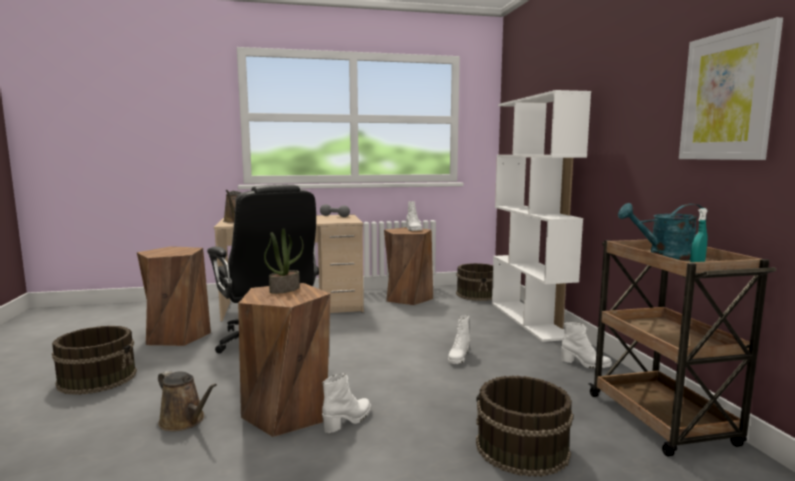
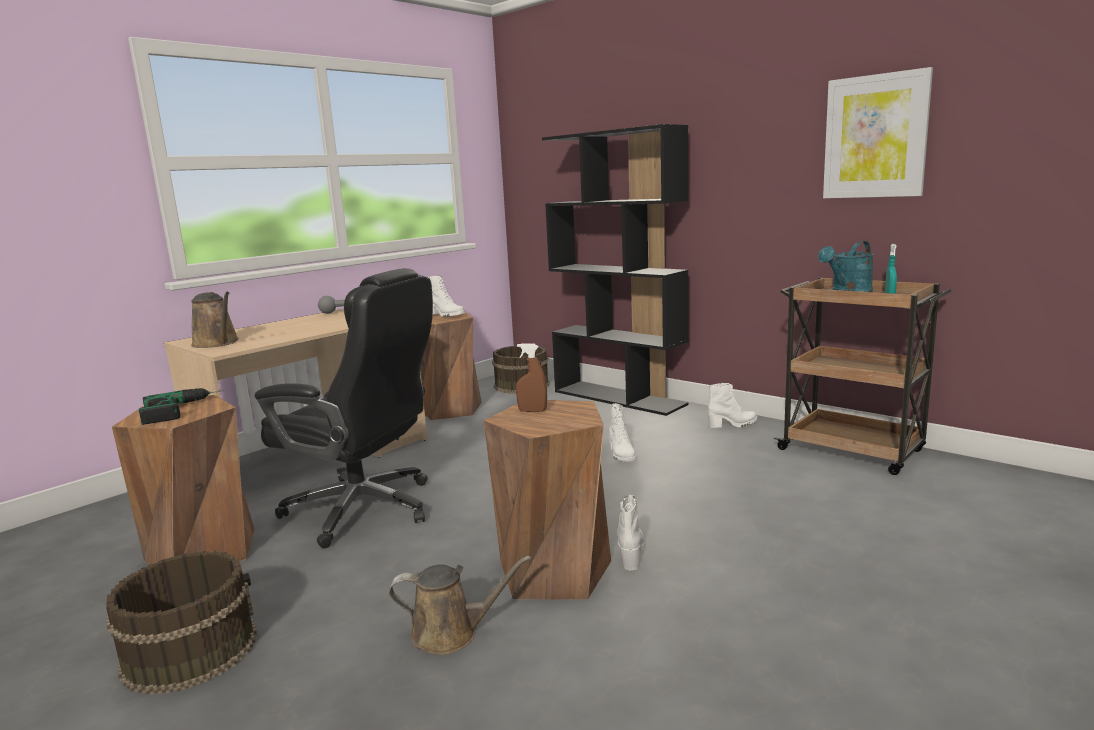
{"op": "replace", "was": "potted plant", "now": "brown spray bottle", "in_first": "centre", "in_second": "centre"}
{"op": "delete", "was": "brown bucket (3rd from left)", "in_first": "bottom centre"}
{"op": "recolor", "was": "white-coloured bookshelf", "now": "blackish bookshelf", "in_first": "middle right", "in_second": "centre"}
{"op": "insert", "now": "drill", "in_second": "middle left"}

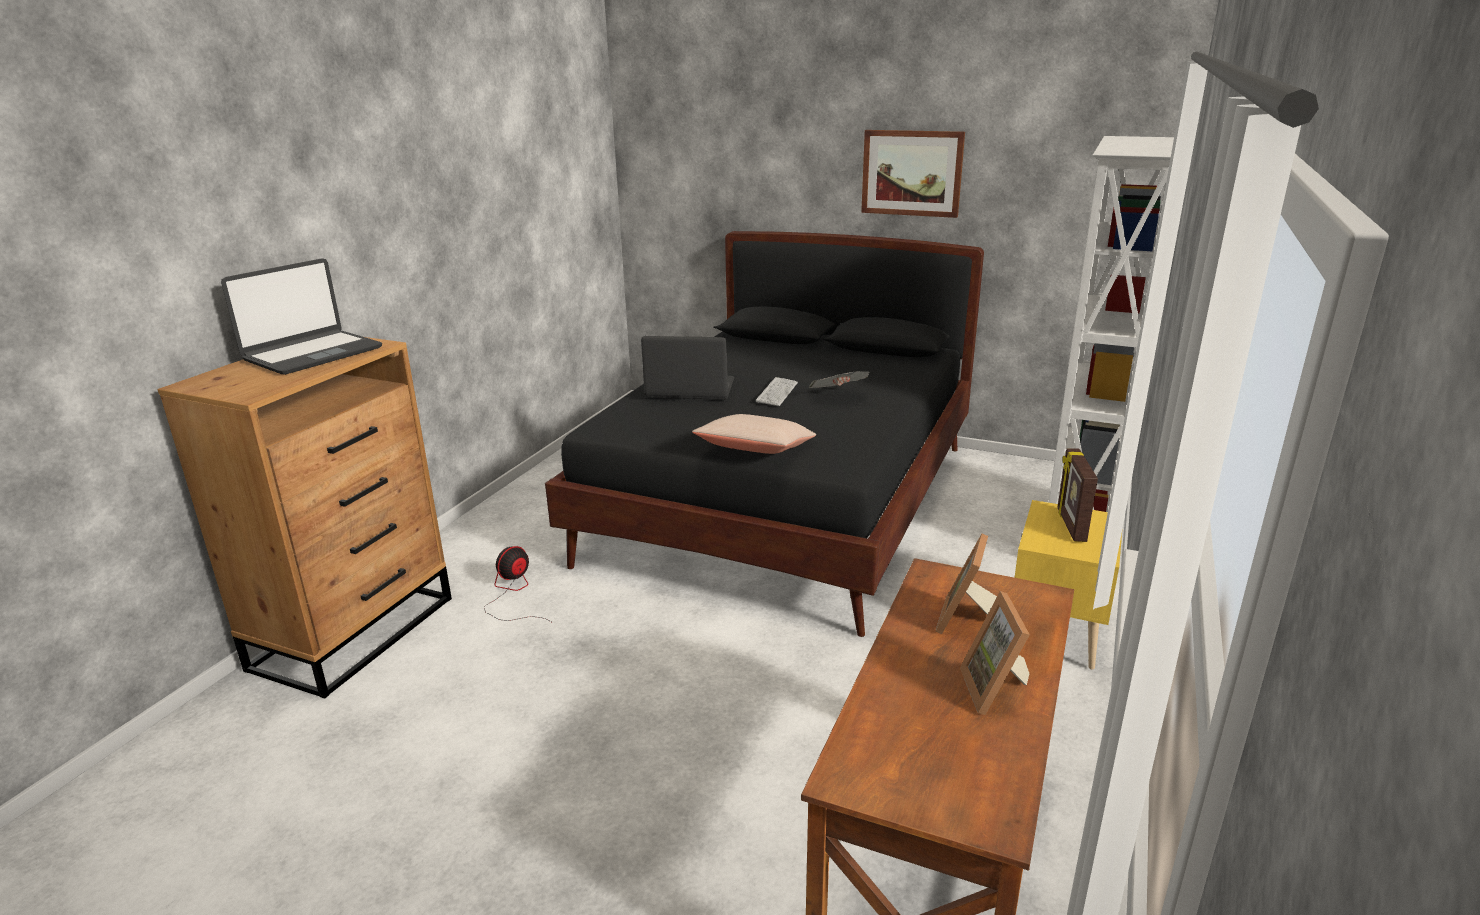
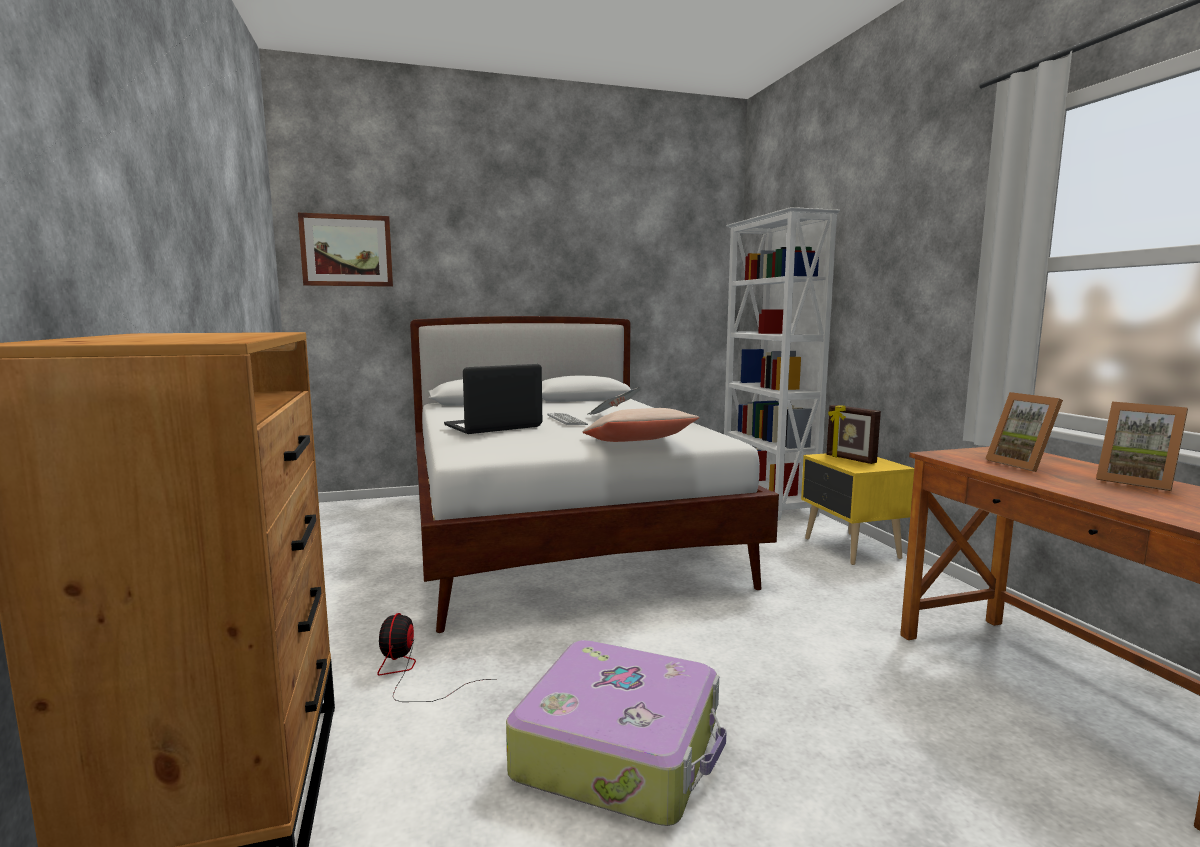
{"op": "delete", "was": "laptop (1st from left)", "in_first": "middle left"}
{"op": "recolor", "was": "blackish sleeping bed", "now": "white-coloured sleeping bed", "in_first": "centre", "in_second": "centre"}
{"op": "move", "was": "wall picture", "in_first": "top centre", "in_second": "top left"}
{"op": "insert", "now": "travel case", "in_second": "bottom centre"}

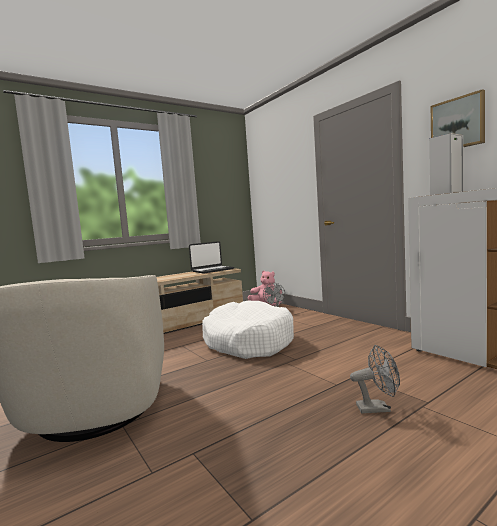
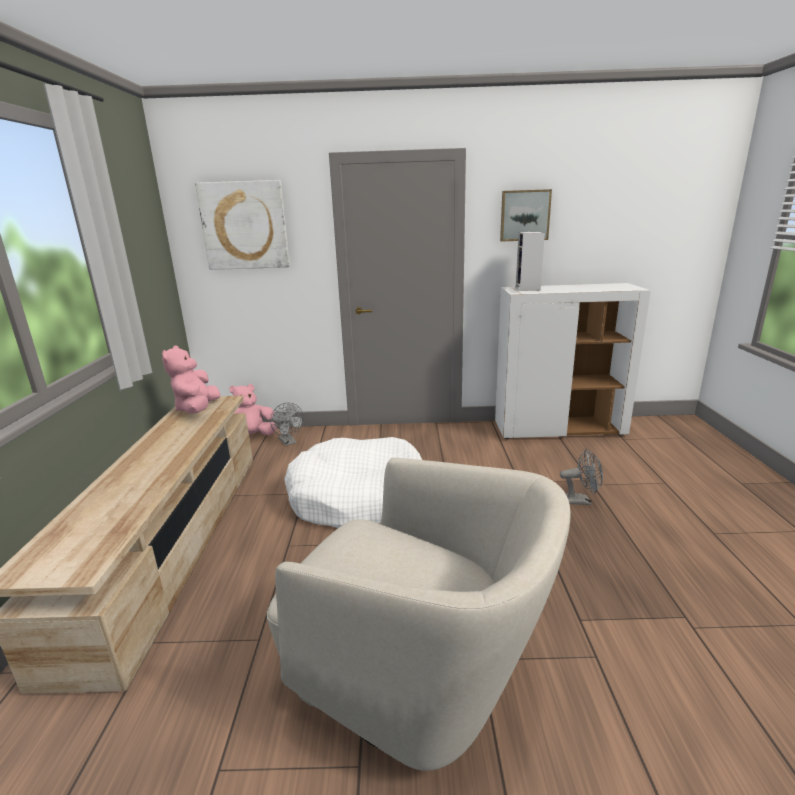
{"op": "replace", "was": "laptop", "now": "pinkish cuddly toy (1st from left)", "in_first": "centre", "in_second": "middle left"}
{"op": "rotate", "was": "greyish cooling fan (2nd from left)", "in_first": "bottom right", "in_second": "middle right", "clockwise": 60}
{"op": "insert", "now": "wall picture (1st from left)", "in_second": "top left"}

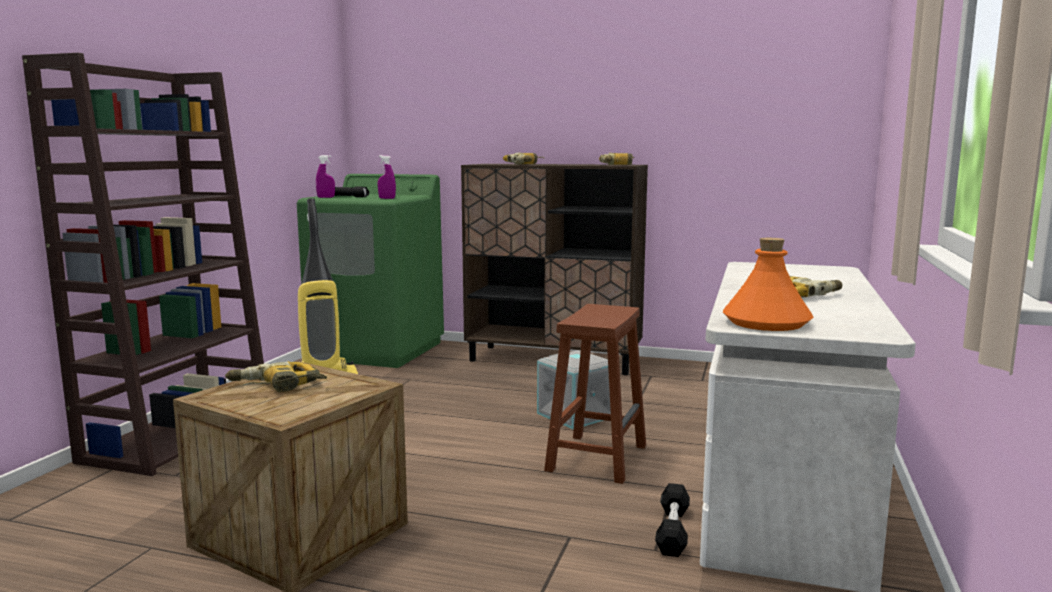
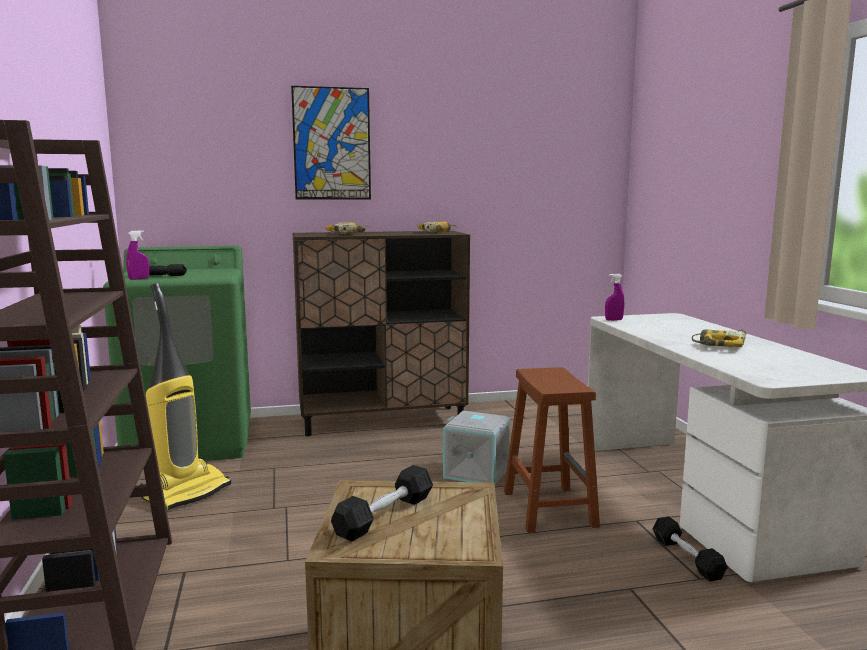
{"op": "replace", "was": "drill (1st from left)", "now": "blackish dumbbell (1st from left)", "in_first": "middle left", "in_second": "bottom centre"}
{"op": "move", "was": "purple-coloured spray bottle (2nd from left)", "in_first": "top centre", "in_second": "middle right"}
{"op": "delete", "was": "orangey bottle", "in_first": "middle right"}
{"op": "insert", "now": "wall picture", "in_second": "top centre"}

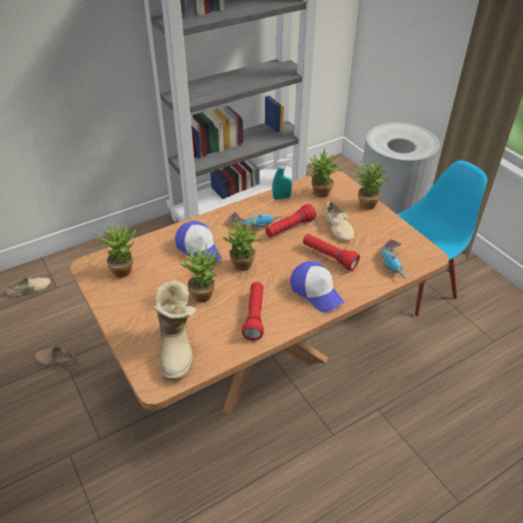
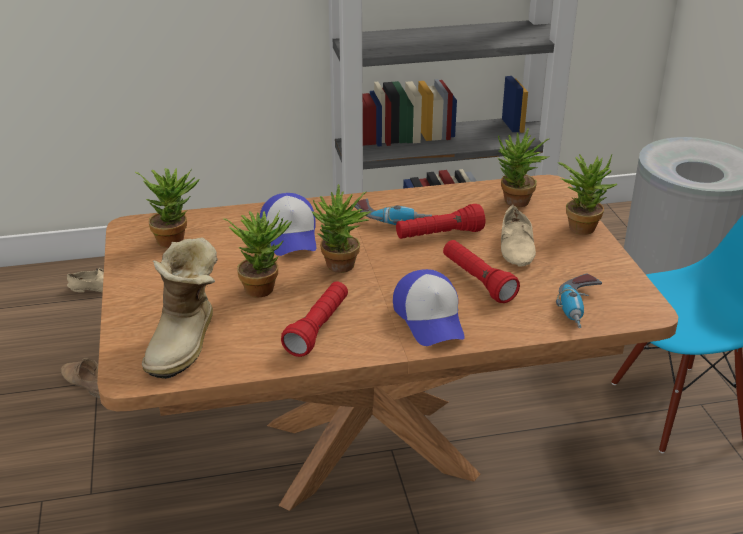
{"op": "delete", "was": "blue-green spray bottle", "in_first": "centre"}

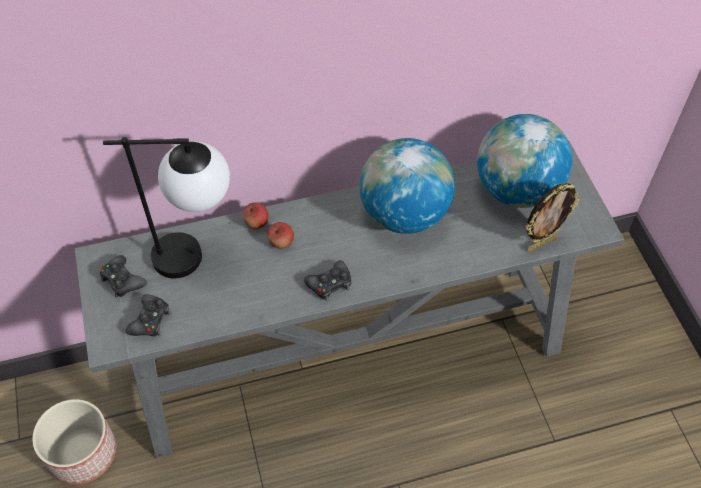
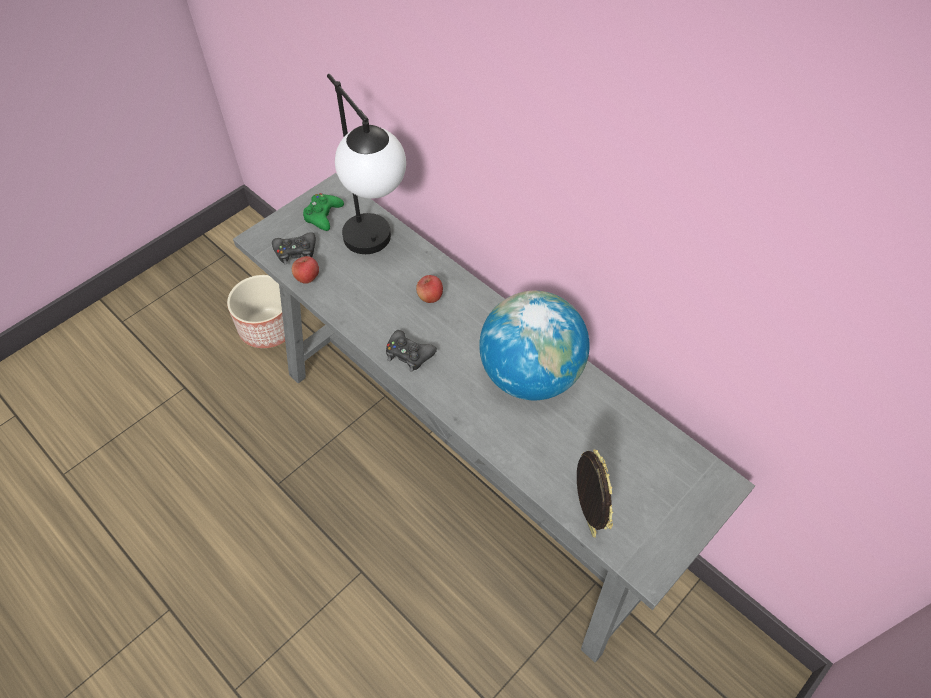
{"op": "recolor", "was": "blackish game controller (1st from left)", "now": "green game controller", "in_first": "middle left", "in_second": "top centre"}
{"op": "move", "was": "whole apple (1st from left)", "in_first": "centre", "in_second": "middle left"}
{"op": "delete", "was": "globe (2nd from left)", "in_first": "top right"}
{"op": "rotate", "was": "standing frame", "in_first": "middle right", "in_second": "bottom centre", "clockwise": -135}

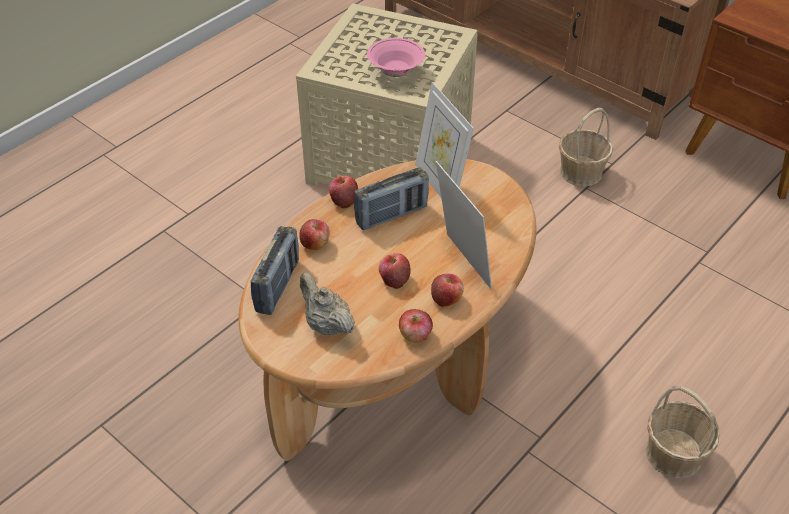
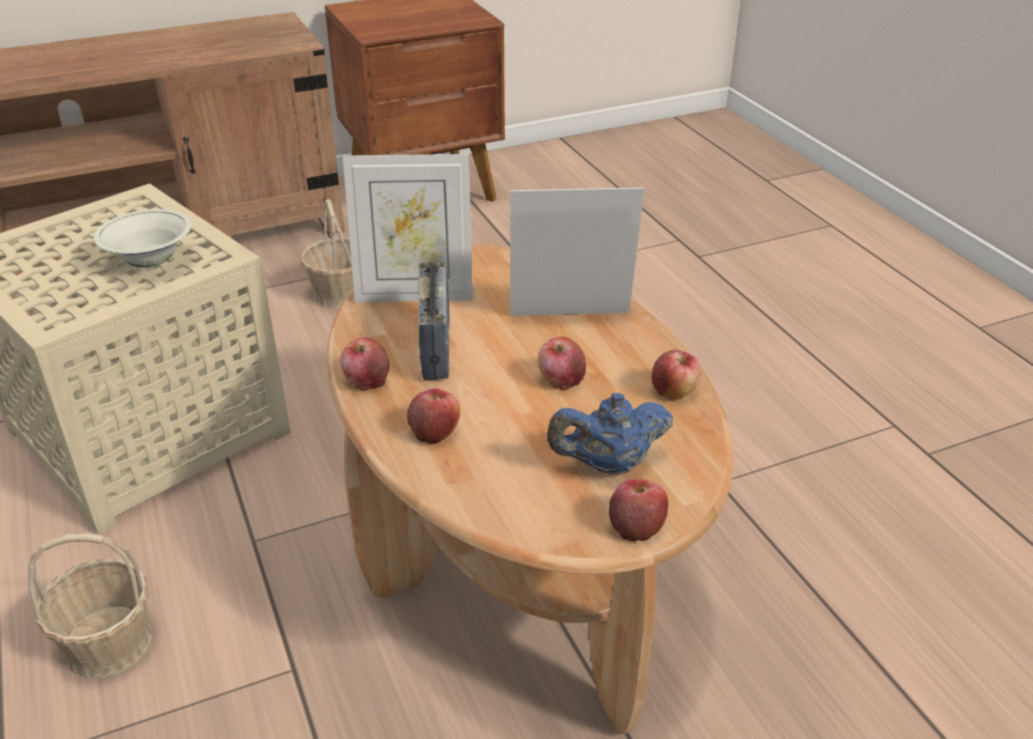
{"op": "delete", "was": "radio (1st from left)", "in_first": "centre"}
{"op": "recolor", "was": "beige-coloured pot for tea", "now": "blue-coloured pot for tea", "in_first": "centre", "in_second": "centre"}
{"op": "recolor", "was": "pinkish deep dish", "now": "white-coloured deep dish", "in_first": "top centre", "in_second": "top left"}
{"op": "move", "was": "whole apple (5th from left in the first image)", "now": "whole apple (4th from left)", "in_first": "centre", "in_second": "bottom centre"}
{"op": "move", "was": "basket (2nd from left in the first image)", "now": "basket (1st from left)", "in_first": "bottom right", "in_second": "bottom left"}

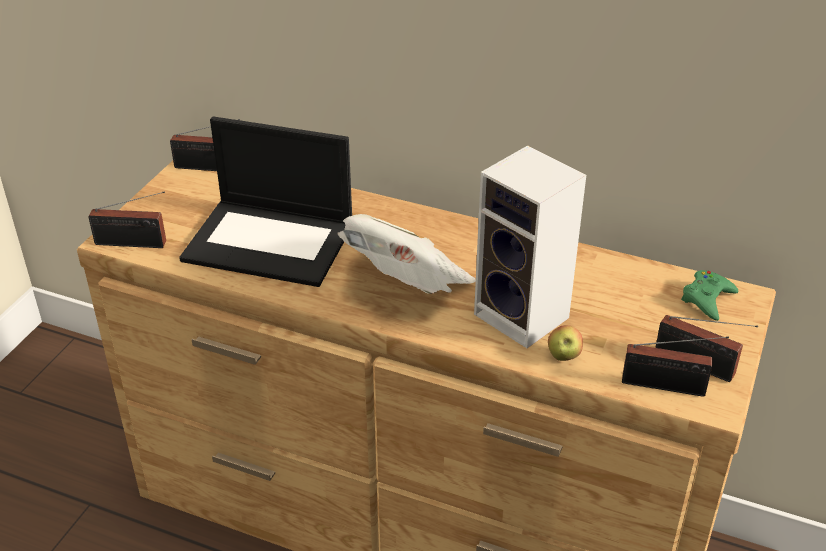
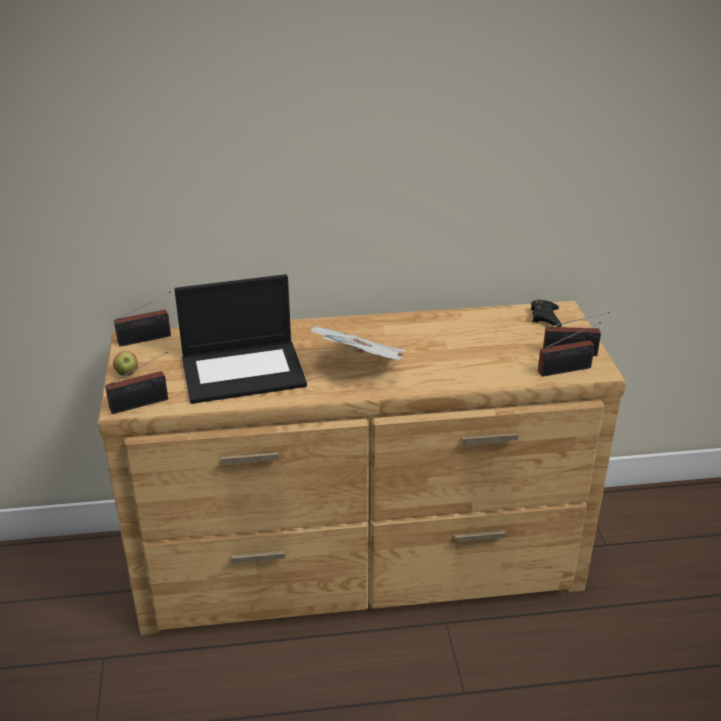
{"op": "delete", "was": "speaker", "in_first": "centre"}
{"op": "move", "was": "whole apple", "in_first": "middle right", "in_second": "middle left"}
{"op": "recolor", "was": "green game controller", "now": "blackish game controller", "in_first": "middle right", "in_second": "middle right"}

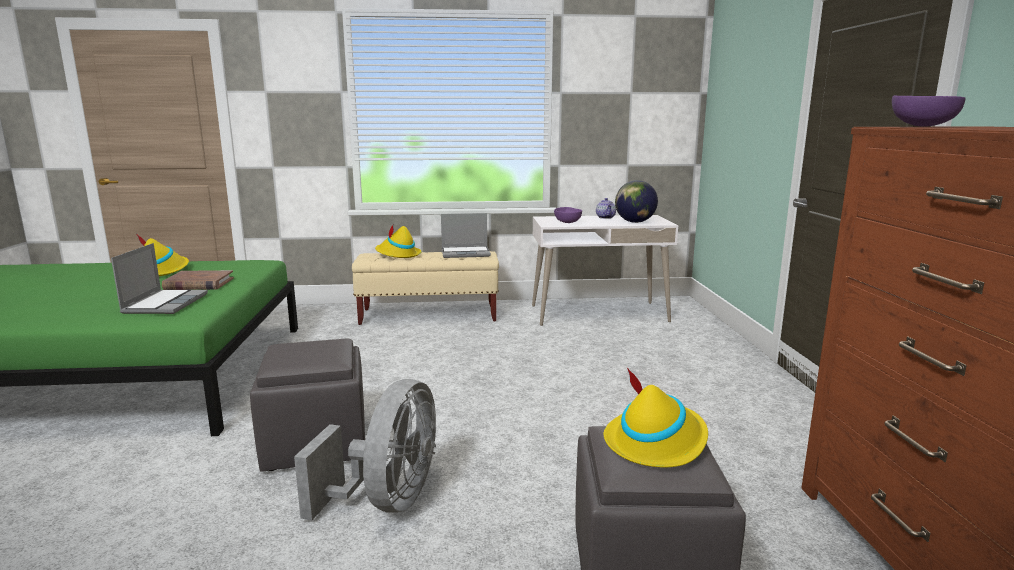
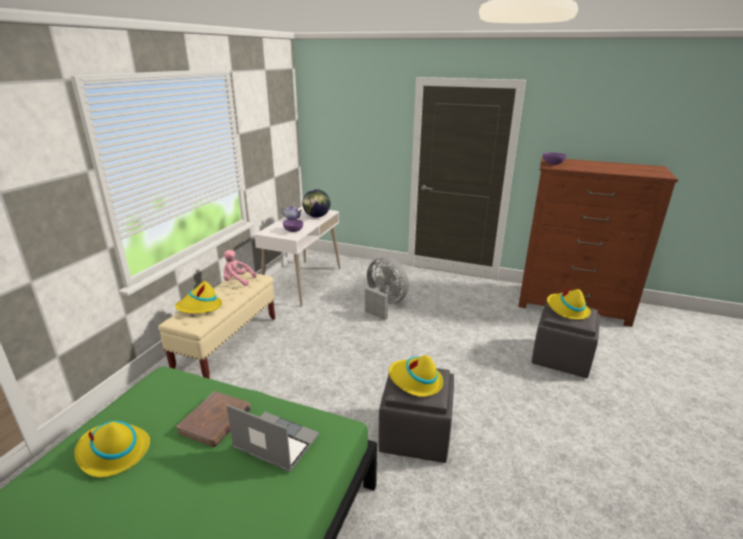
{"op": "move", "was": "greyish cooling fan", "in_first": "bottom centre", "in_second": "centre"}
{"op": "replace", "was": "laptop (2nd from left)", "now": "pinkish cuddly toy", "in_first": "centre", "in_second": "middle left"}
{"op": "insert", "now": "yellow-coloured wearable hat (3rd from left)", "in_second": "bottom centre"}

